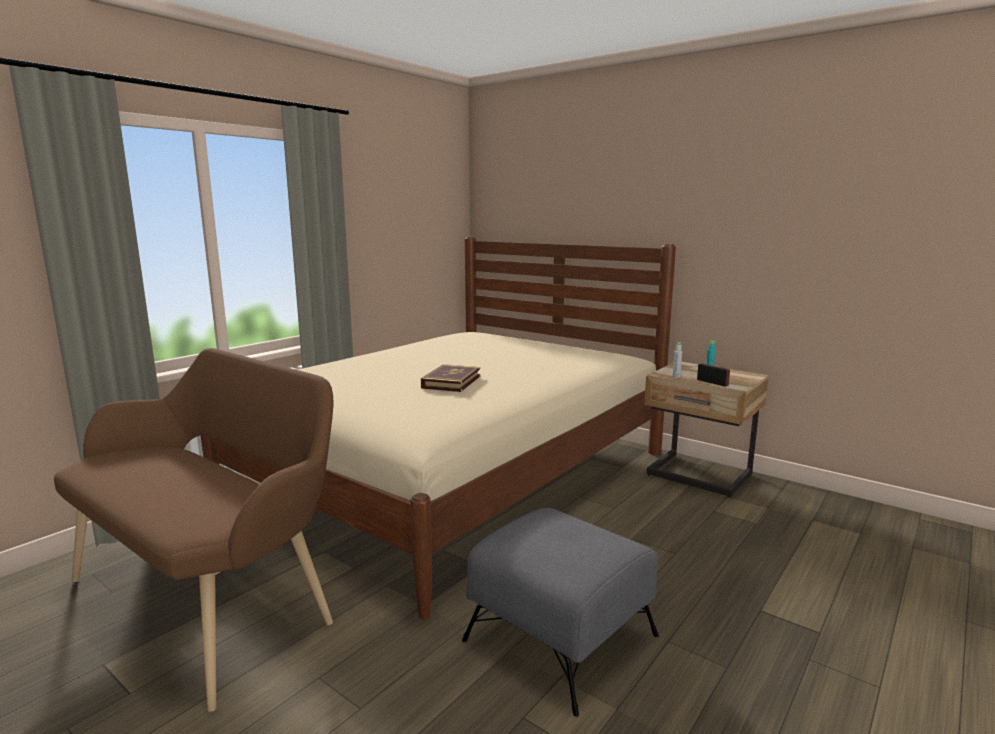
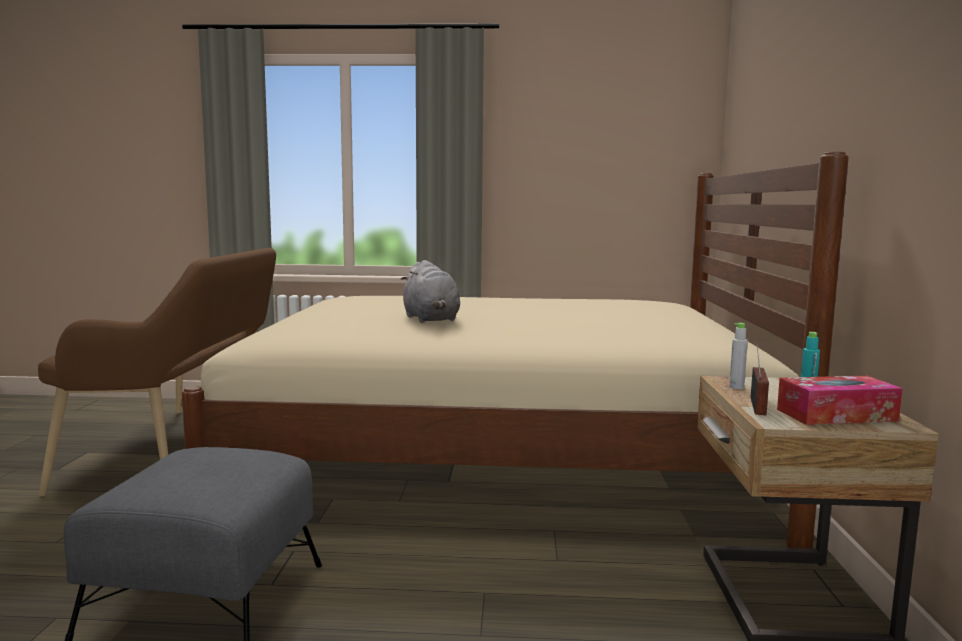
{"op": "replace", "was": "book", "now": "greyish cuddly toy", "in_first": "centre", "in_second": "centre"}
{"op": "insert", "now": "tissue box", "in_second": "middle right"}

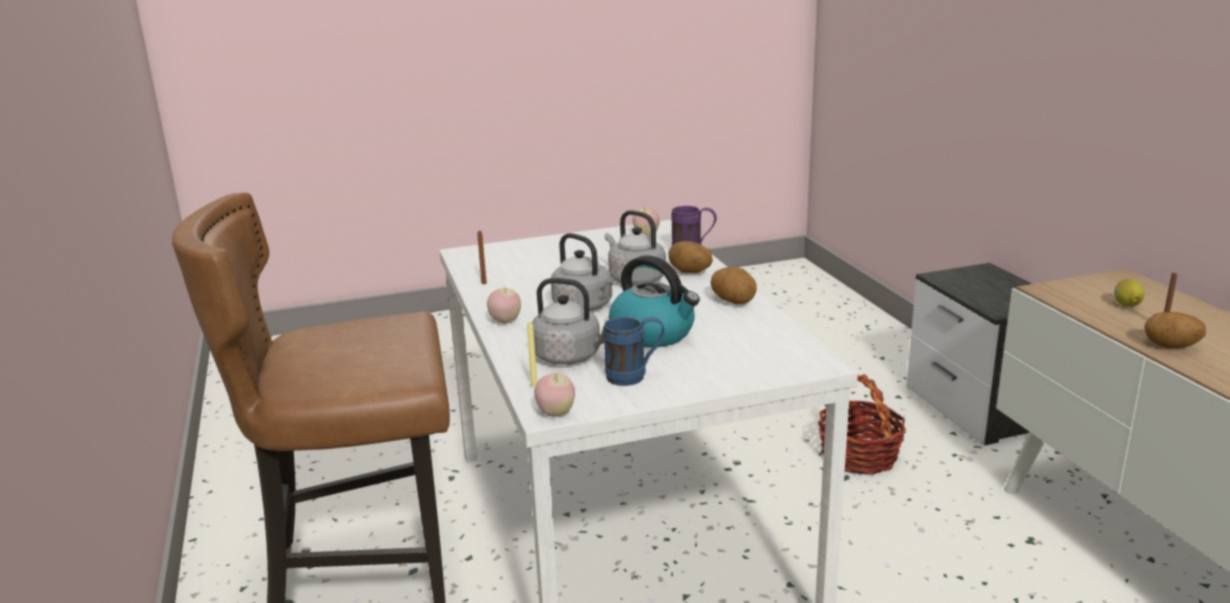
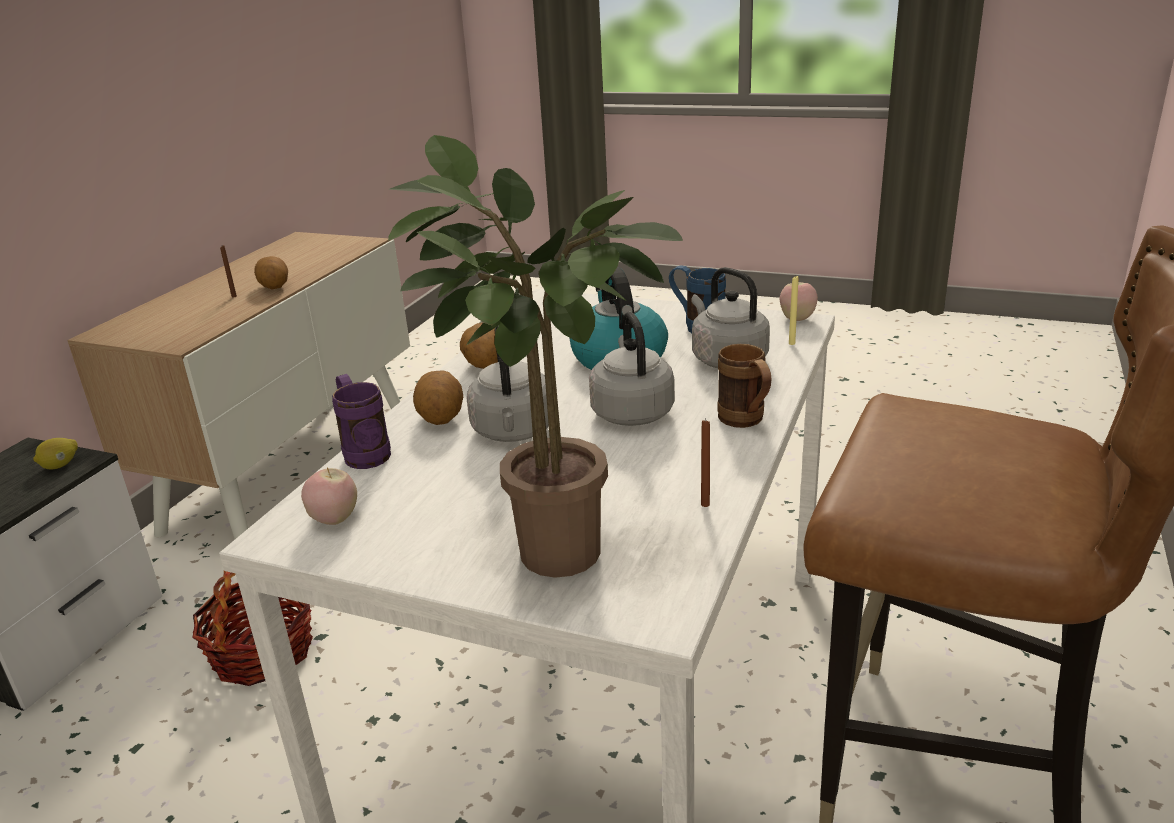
{"op": "replace", "was": "whole apple (1st from left)", "now": "brown tea mug", "in_first": "centre", "in_second": "centre"}
{"op": "move", "was": "whole lemon", "in_first": "middle right", "in_second": "middle left"}
{"op": "insert", "now": "potted plant", "in_second": "centre"}

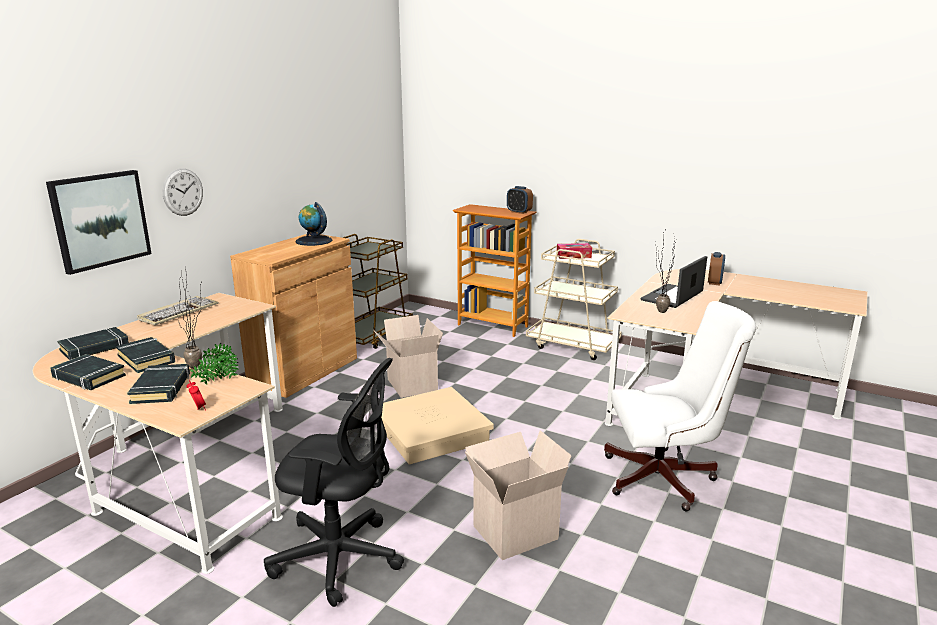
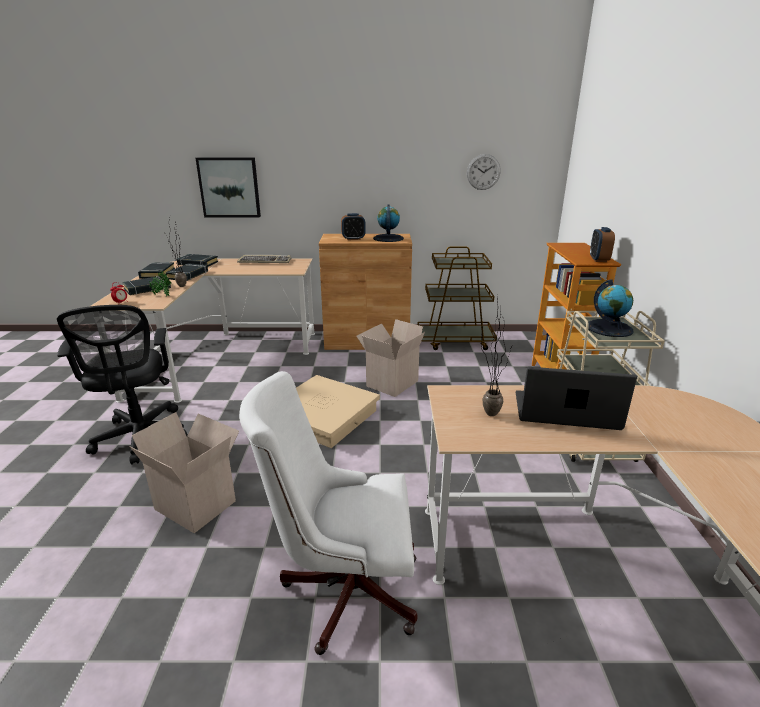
{"op": "move", "was": "clock on the wall", "in_first": "top left", "in_second": "top centre"}
{"op": "replace", "was": "tissue box", "now": "globe (2nd from left)", "in_first": "centre", "in_second": "middle right"}
{"op": "rotate", "was": "white-coloured office chair", "in_first": "middle right", "in_second": "bottom centre", "clockwise": 120}
{"op": "move", "was": "bedside clock (3rd from left in the first image)", "now": "bedside clock (2nd from left)", "in_first": "middle right", "in_second": "top centre"}

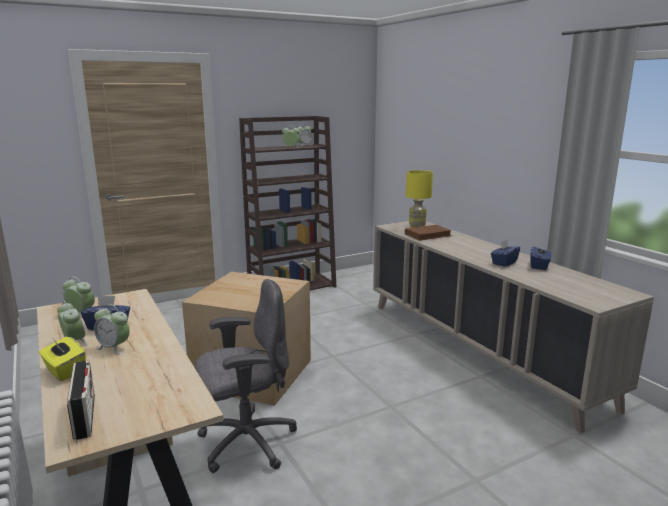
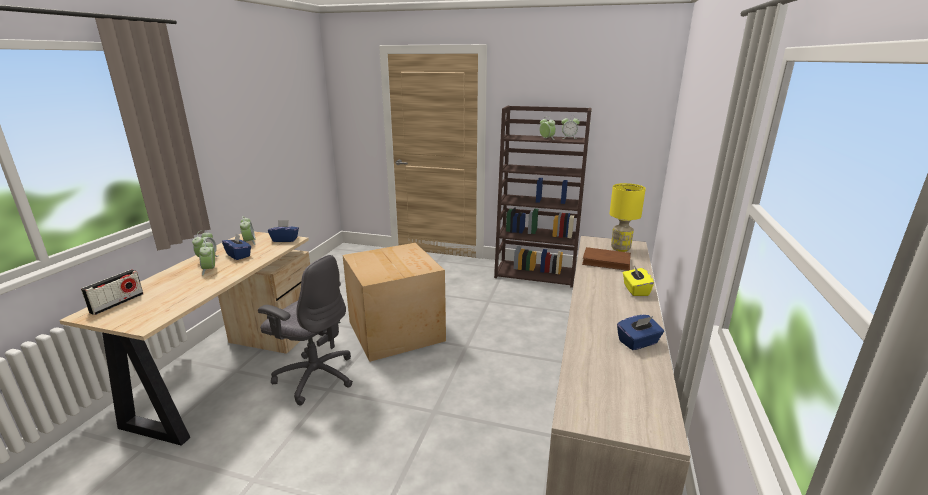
{"op": "move", "was": "yellow-coloured tissue box", "in_first": "bottom left", "in_second": "middle right"}
{"op": "move", "was": "blue-coloured tissue box (2nd from left)", "in_first": "middle right", "in_second": "middle left"}

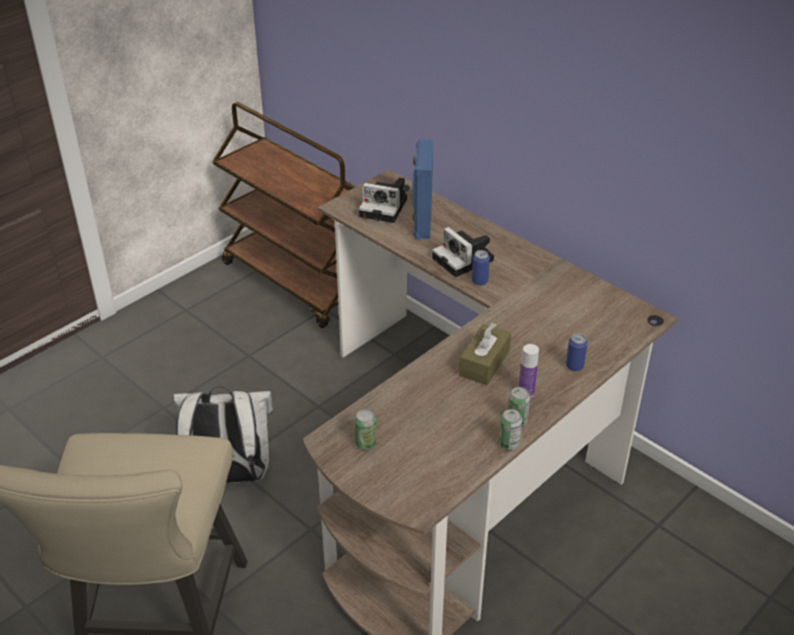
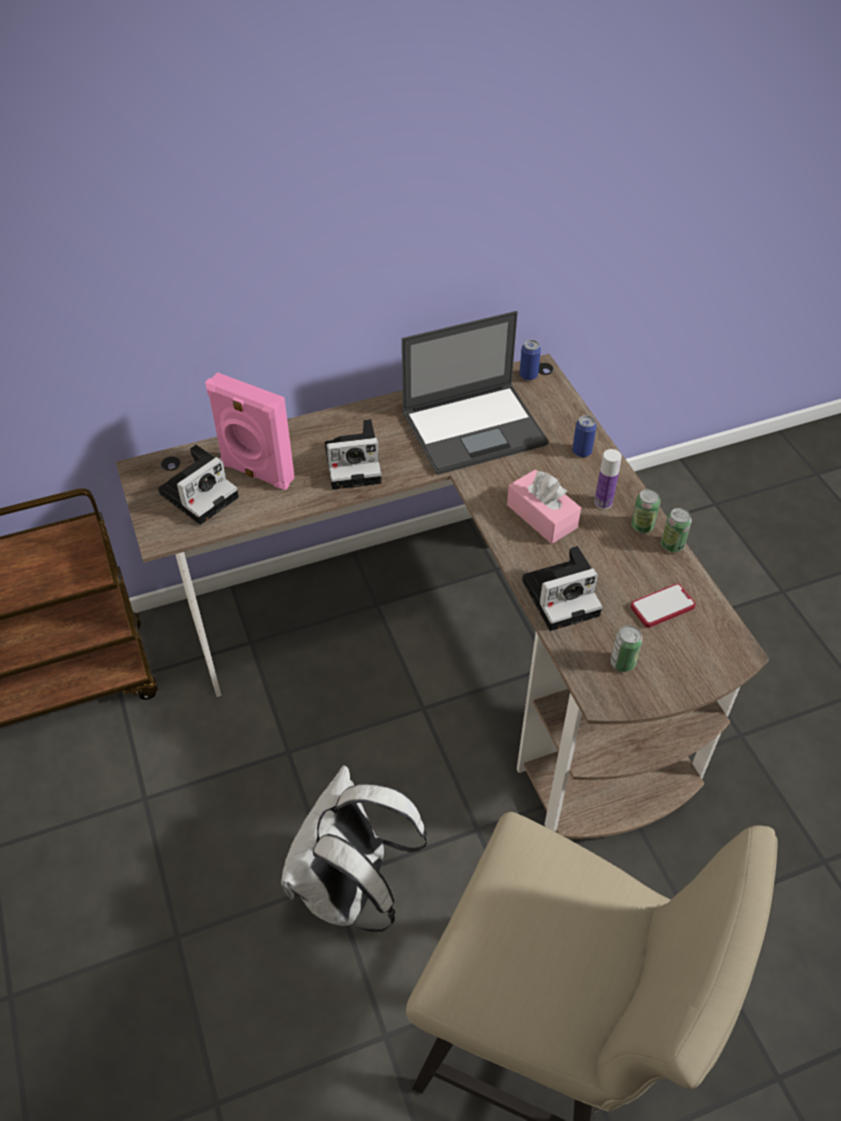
{"op": "recolor", "was": "blue-coloured speaker", "now": "pinkish speaker", "in_first": "top centre", "in_second": "middle left"}
{"op": "recolor", "was": "brown tissue box", "now": "pinkish tissue box", "in_first": "centre", "in_second": "centre"}
{"op": "move", "was": "metal can (2nd from left in the first image)", "now": "metal can (1st from left)", "in_first": "centre", "in_second": "top centre"}
{"op": "insert", "now": "laptop", "in_second": "centre"}
{"op": "insert", "now": "still camera (3rd from left)", "in_second": "middle right"}
{"op": "insert", "now": "handset", "in_second": "middle right"}

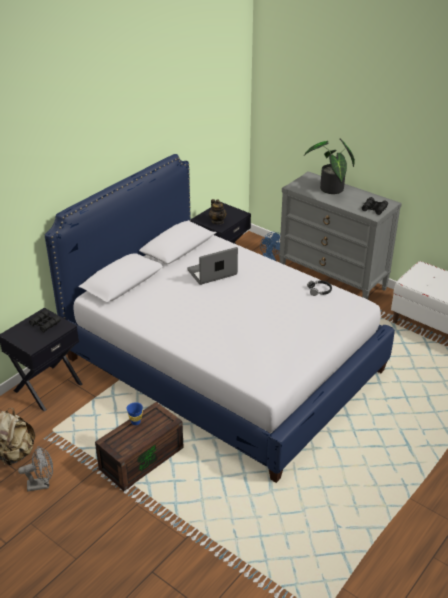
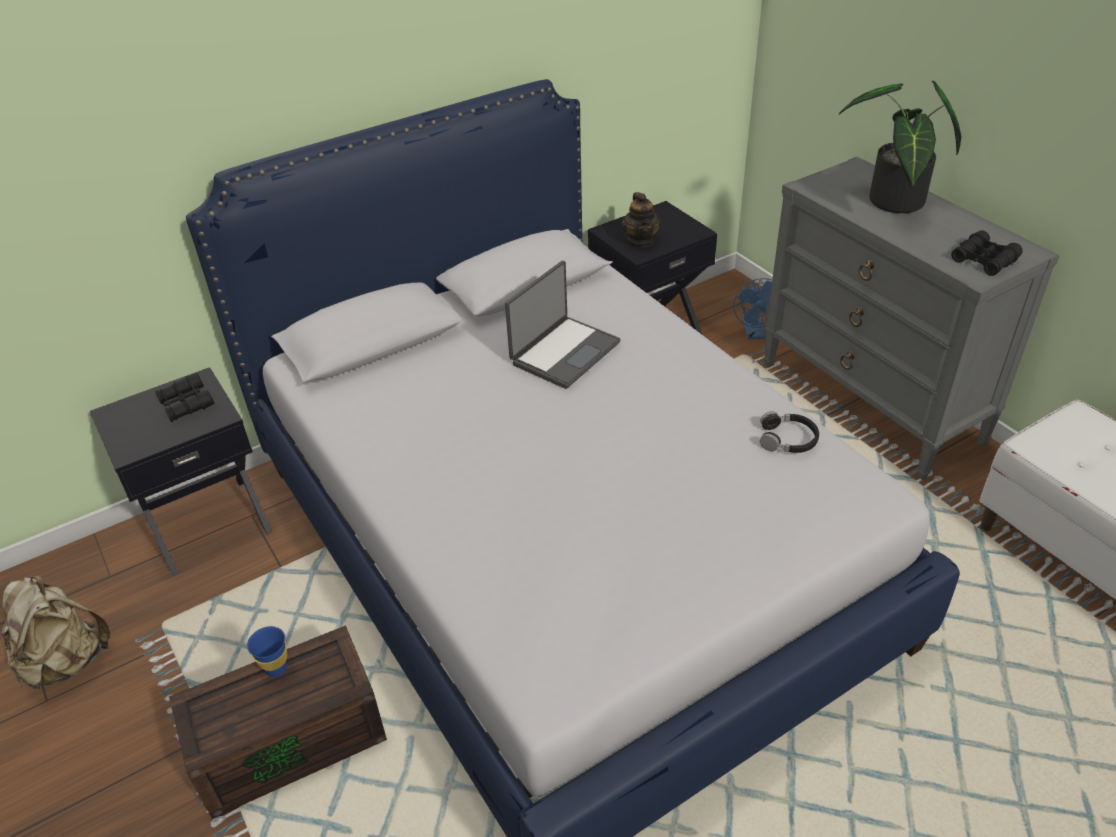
{"op": "delete", "was": "greyish cooling fan", "in_first": "bottom left"}
{"op": "rotate", "was": "laptop", "in_first": "centre", "in_second": "centre", "clockwise": 135}

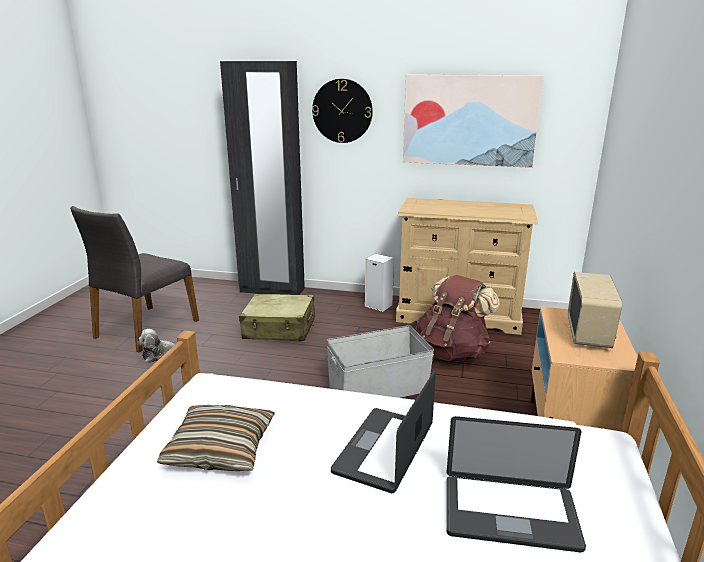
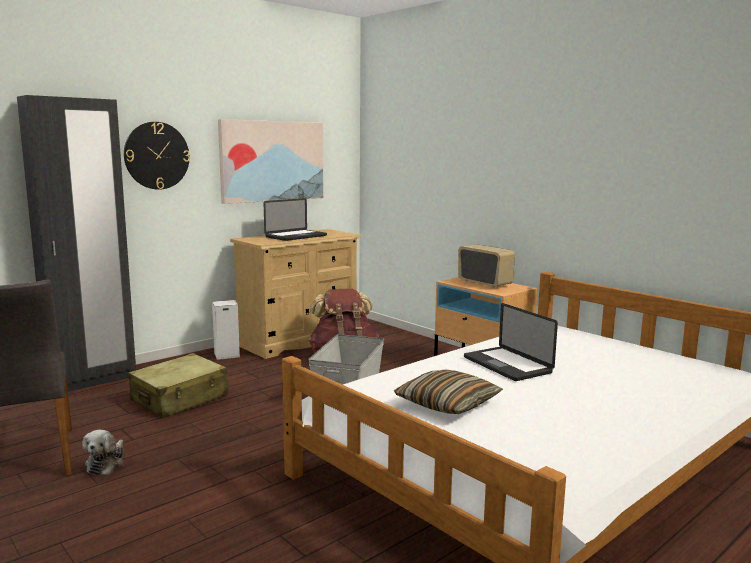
{"op": "move", "was": "laptop (2nd from left in the first image)", "now": "laptop (1st from left)", "in_first": "bottom right", "in_second": "centre"}

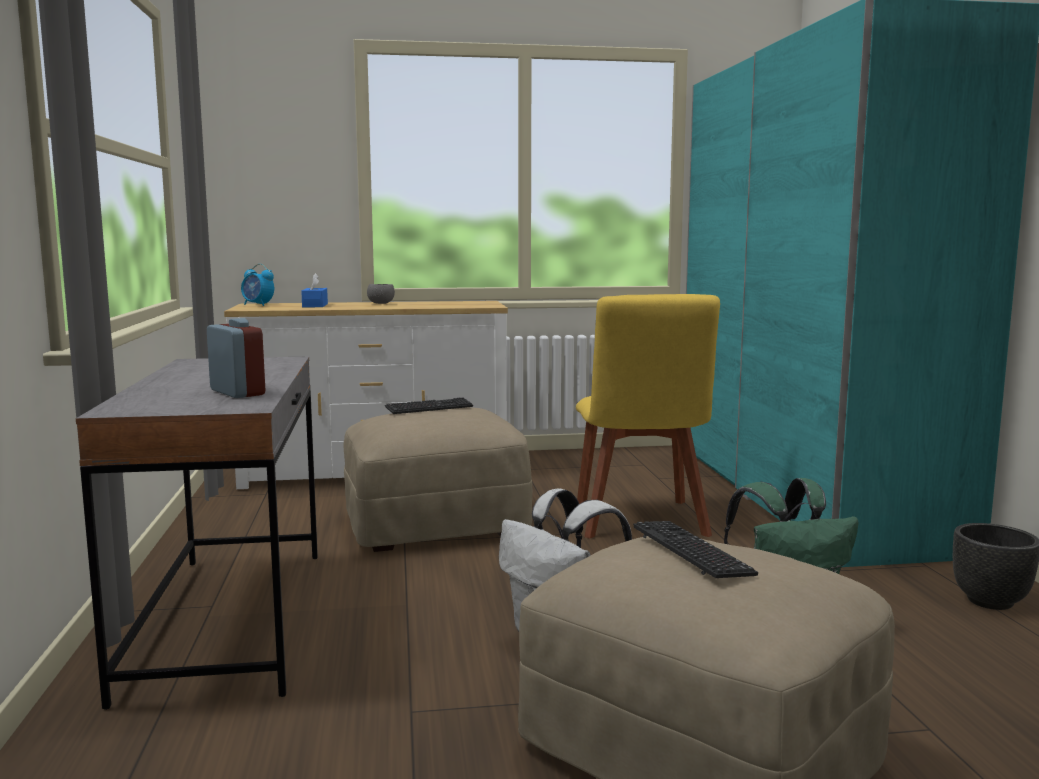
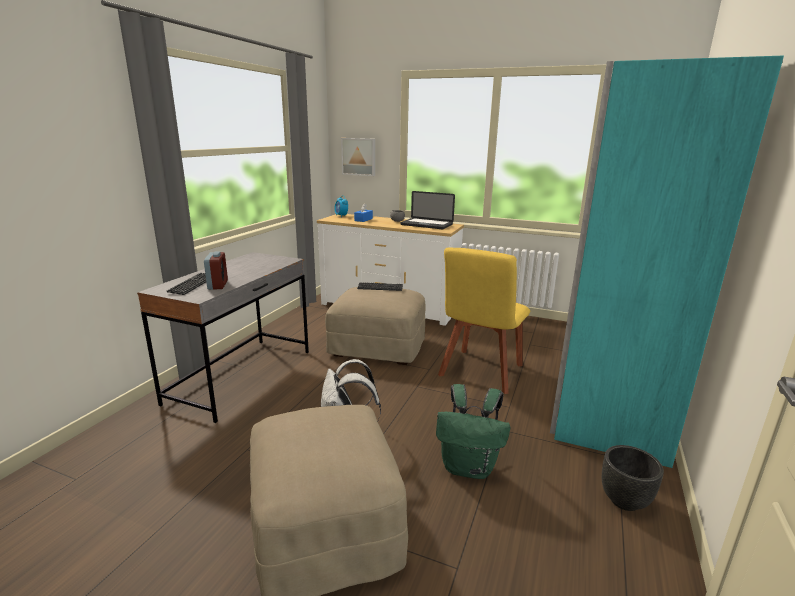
{"op": "move", "was": "keyboard (2nd from left in the first image)", "now": "keyboard (1st from left)", "in_first": "bottom right", "in_second": "middle left"}
{"op": "insert", "now": "wall picture", "in_second": "top centre"}
{"op": "insert", "now": "laptop", "in_second": "centre"}

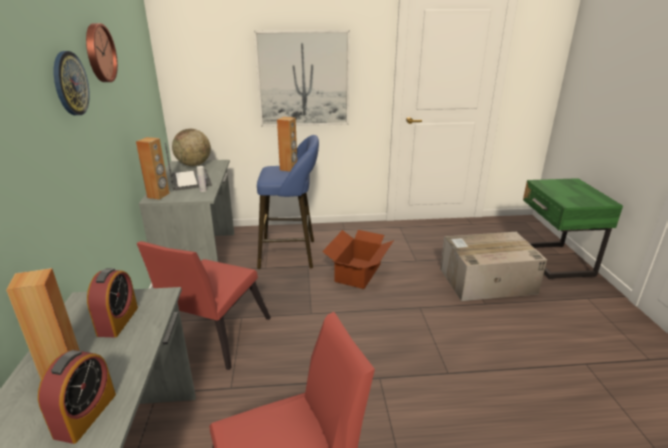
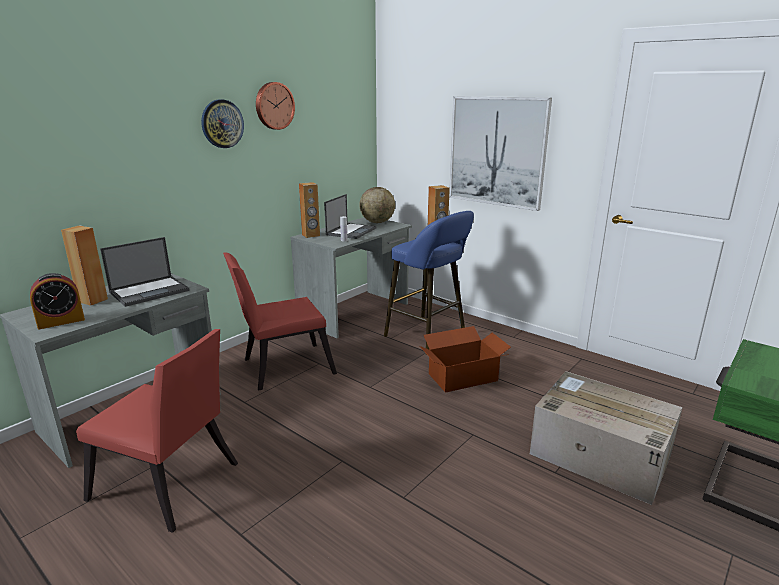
{"op": "replace", "was": "bedside clock (2nd from left)", "now": "laptop (1st from left)", "in_first": "bottom left", "in_second": "middle left"}

